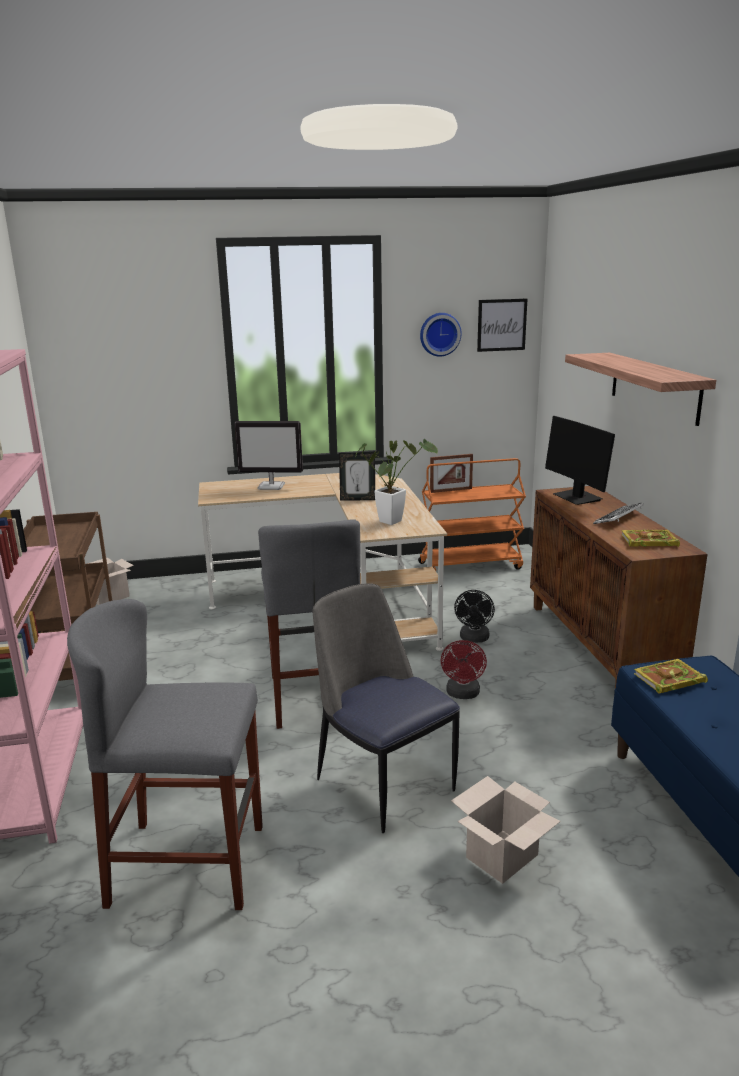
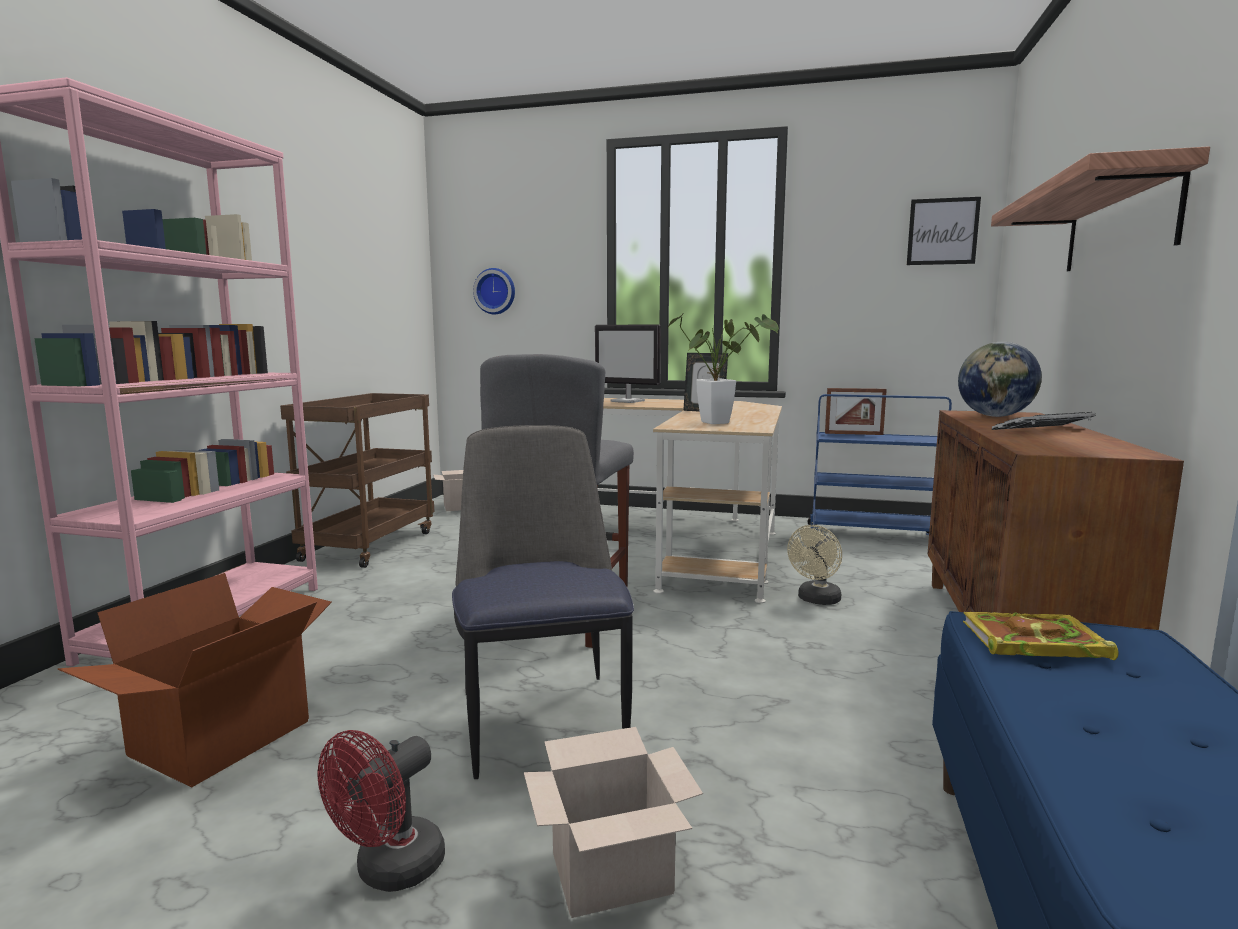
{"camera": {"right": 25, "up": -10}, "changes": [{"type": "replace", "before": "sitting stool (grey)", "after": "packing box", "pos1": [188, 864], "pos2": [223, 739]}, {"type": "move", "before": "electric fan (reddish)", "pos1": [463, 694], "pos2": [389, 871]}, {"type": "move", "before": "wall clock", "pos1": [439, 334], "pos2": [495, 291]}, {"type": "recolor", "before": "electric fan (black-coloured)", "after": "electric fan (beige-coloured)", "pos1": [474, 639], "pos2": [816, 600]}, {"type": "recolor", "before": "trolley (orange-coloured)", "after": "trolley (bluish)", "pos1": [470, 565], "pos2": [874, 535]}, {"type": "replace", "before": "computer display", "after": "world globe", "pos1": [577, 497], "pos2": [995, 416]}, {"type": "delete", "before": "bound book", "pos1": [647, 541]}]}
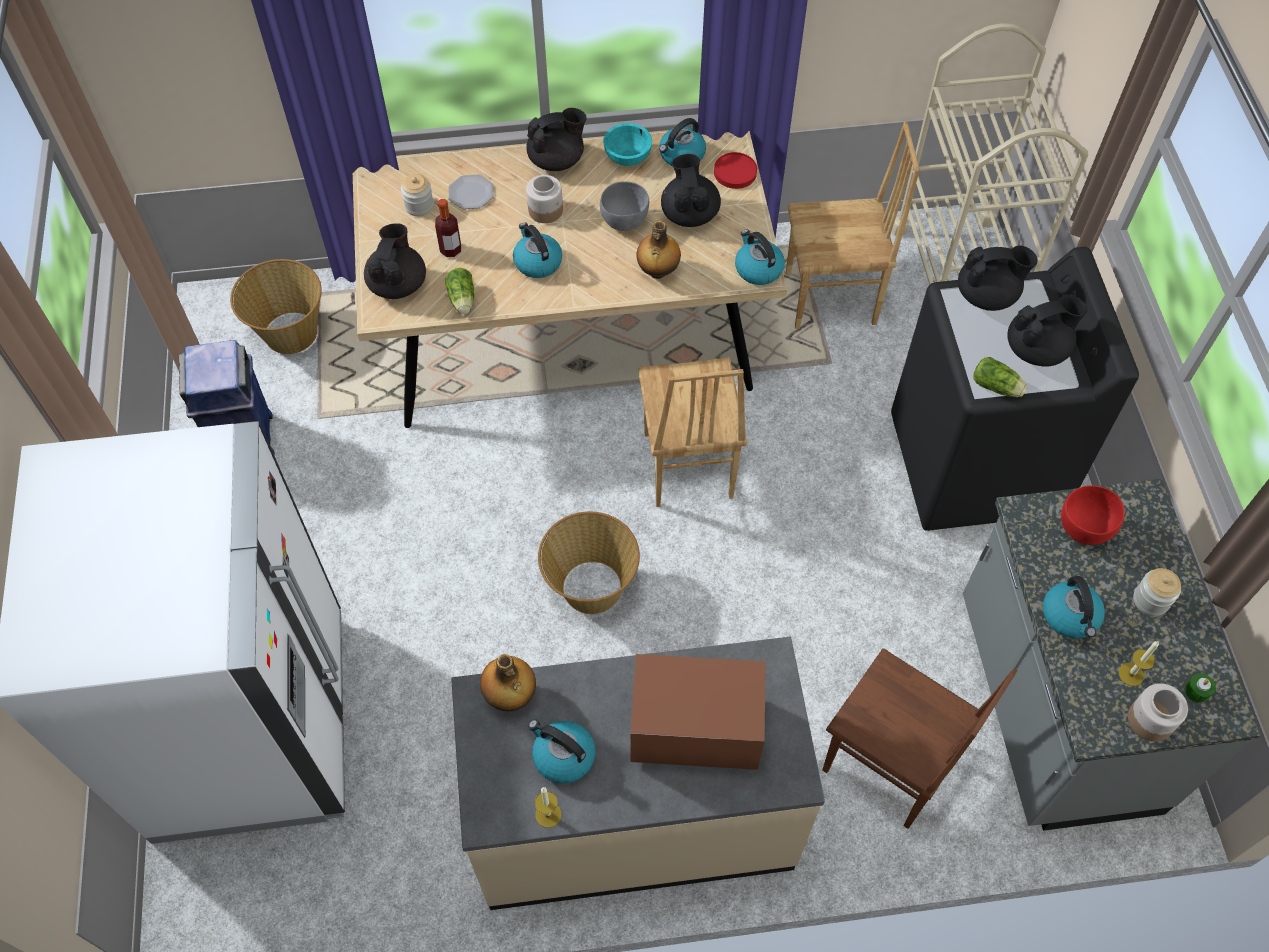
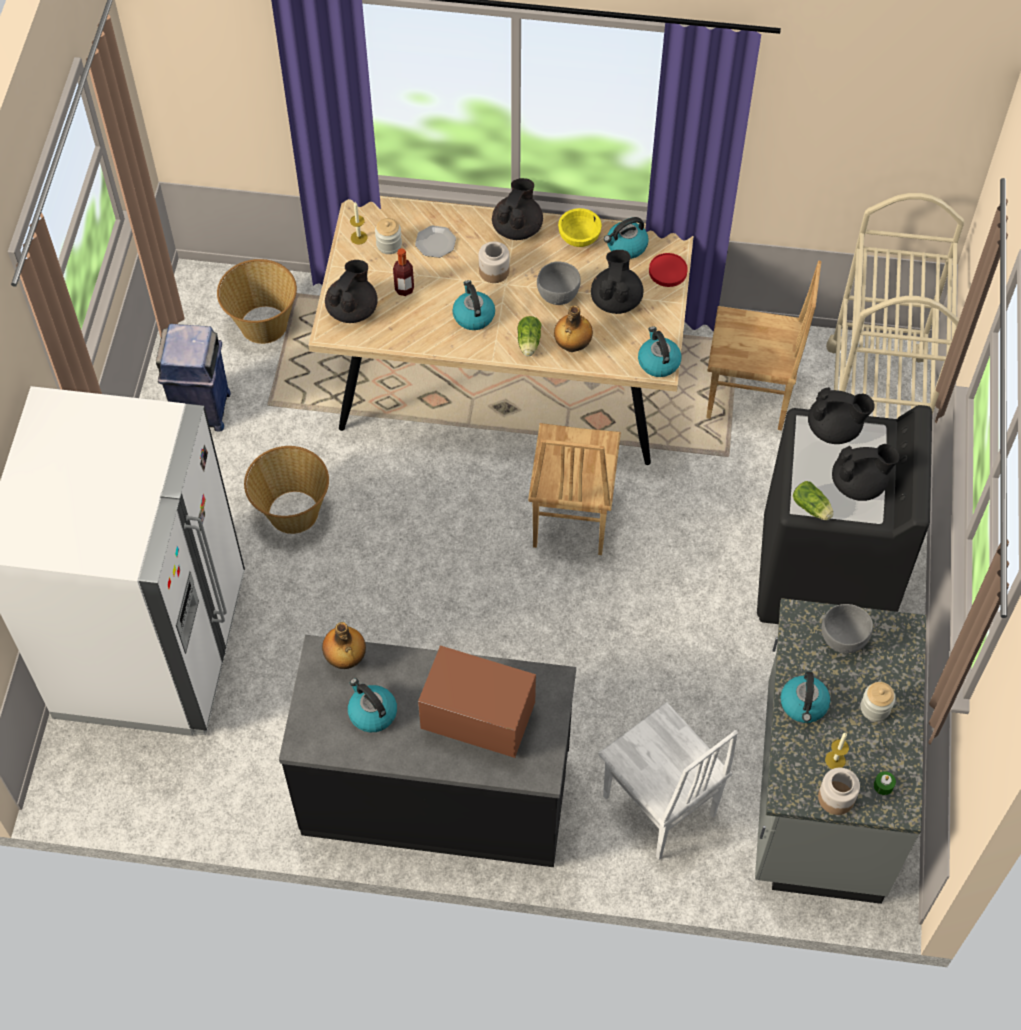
{"camera": {"right": 15, "up": 0}, "changes": [{"type": "move", "before": "storage basket", "pos1": [590, 587], "pos2": [292, 512]}, {"type": "recolor", "before": "kitchen base unit (beige-coloured)", "after": "kitchen base unit (black-coloured)", "pos1": [633, 816], "pos2": [436, 793]}, {"type": "move", "before": "candle", "pos1": [548, 814], "pos2": [359, 237]}, {"type": "rotate", "before": "teapot (black-coloured)", "pos1": [557, 160], "pos2": [517, 228], "turn": -60}, {"type": "move", "before": "lettuce head", "pos1": [462, 300], "pos2": [528, 343]}, {"type": "recolor", "before": "serving bowl (turquoise)", "after": "serving bowl (yellow)", "pos1": [627, 157], "pos2": [579, 237]}, {"type": "recolor", "before": "plain chair (brown-coloured)", "after": "plain chair (whitish)", "pos1": [887, 767], "pos2": [658, 807]}, {"type": "recolor", "before": "serving bowl (reddish)", "after": "serving bowl (grey)", "pos1": [1084, 529], "pos2": [843, 639]}]}
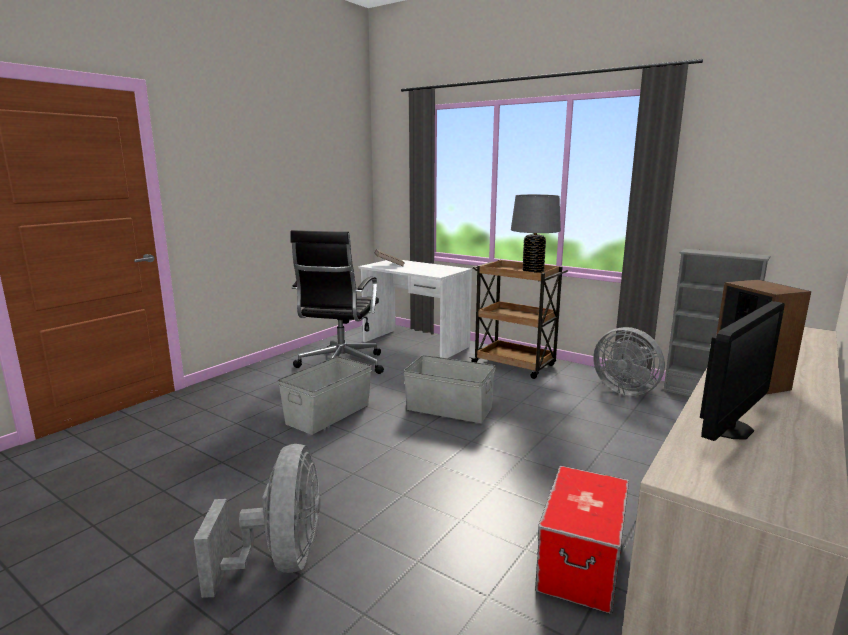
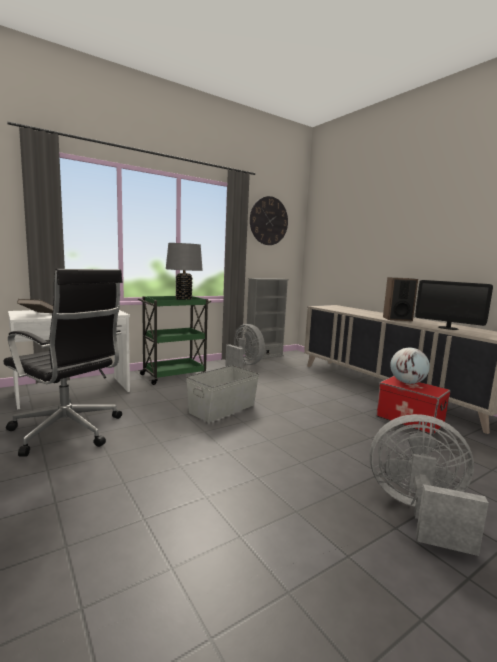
{"camera": {"right": -70, "up": -5}, "changes": [{"type": "recolor", "before": "trolley (brown-coloured)", "after": "trolley (green)", "pos1": [515, 365], "pos2": [174, 375]}, {"type": "rotate", "before": "electric fan (grey)", "pos1": [625, 390], "pos2": [244, 365], "turn": -105}, {"type": "insert", "after": "wall clock", "pos2": [269, 221]}, {"type": "insert", "after": "world globe", "pos2": [407, 382]}, {"type": "rotate", "before": "computer display", "pos1": [729, 428], "pos2": [448, 328], "turn": 150}, {"type": "delete", "before": "storage container (grey)", "pos1": [329, 414]}]}
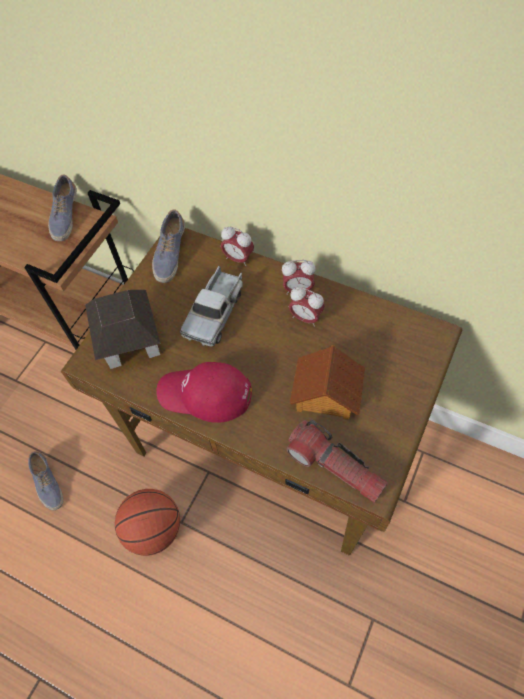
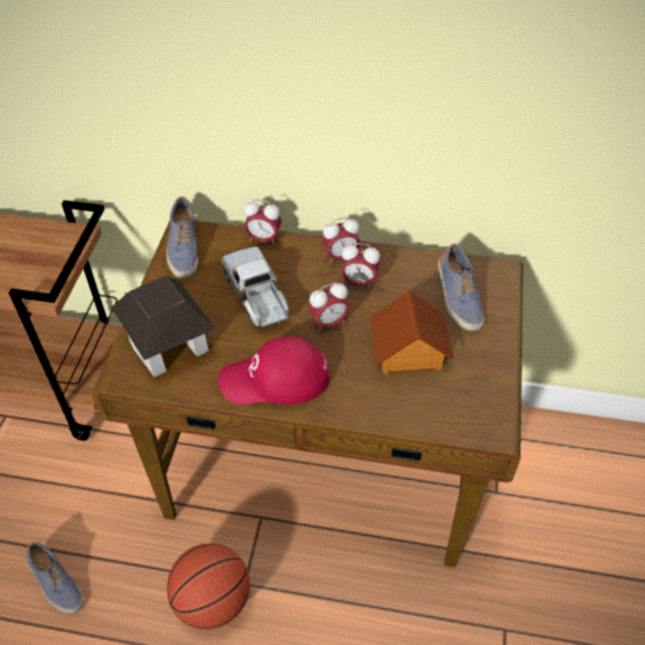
{"camera": {"right": -20, "up": -10}, "changes": [{"type": "rotate", "before": "toy truck", "pos1": [215, 312], "pos2": [257, 296], "turn": 150}, {"type": "insert", "after": "table clock", "pos2": [328, 323]}, {"type": "move", "before": "item of footwear", "pos1": [65, 216], "pos2": [457, 298]}, {"type": "delete", "before": "hand torch", "pos1": [335, 467]}]}
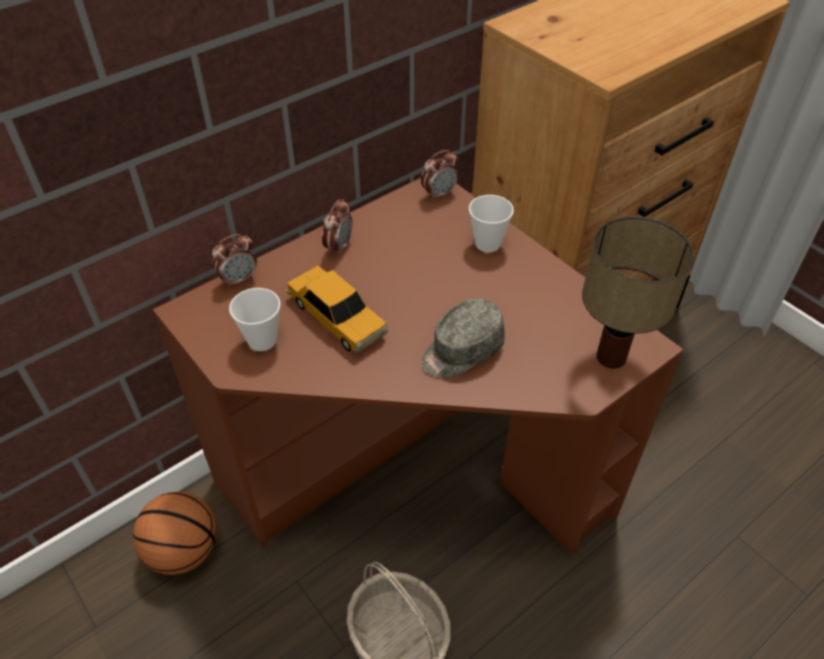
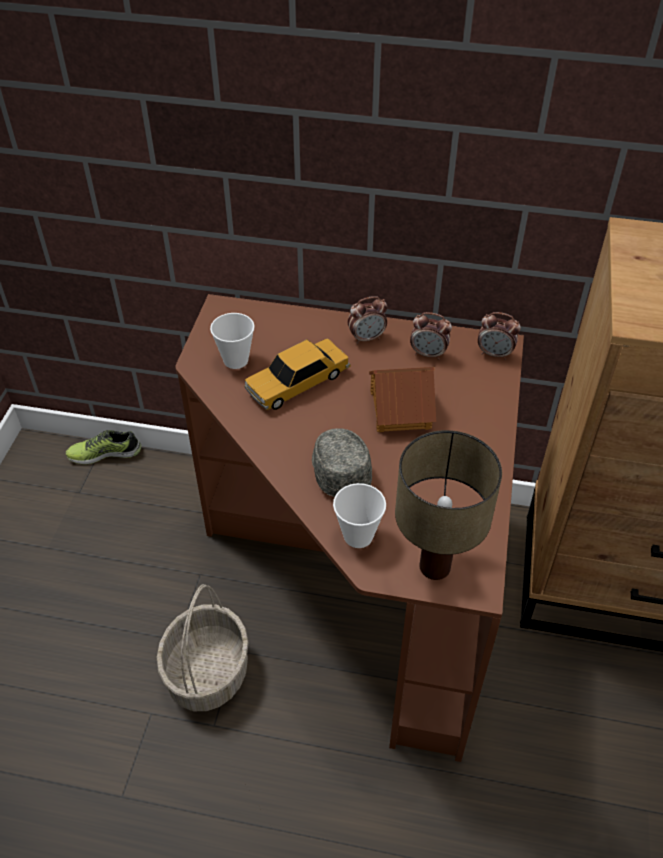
{"camera": {"right": 50, "up": 0}, "changes": [{"type": "insert", "after": "item of footwear", "pos2": [105, 453]}, {"type": "rotate", "before": "toy car", "pos1": [337, 317], "pos2": [297, 382], "turn": 45}, {"type": "rotate", "before": "baseball cap (grey)", "pos1": [461, 351], "pos2": [339, 469], "turn": 60}, {"type": "move", "before": "cup", "pos1": [487, 244], "pos2": [358, 536]}, {"type": "insert", "after": "toy house", "pos2": [399, 409]}, {"type": "move", "before": "table clock", "pos1": [239, 279], "pos2": [428, 354]}, {"type": "delete", "before": "basketball ball", "pos1": [184, 551]}]}
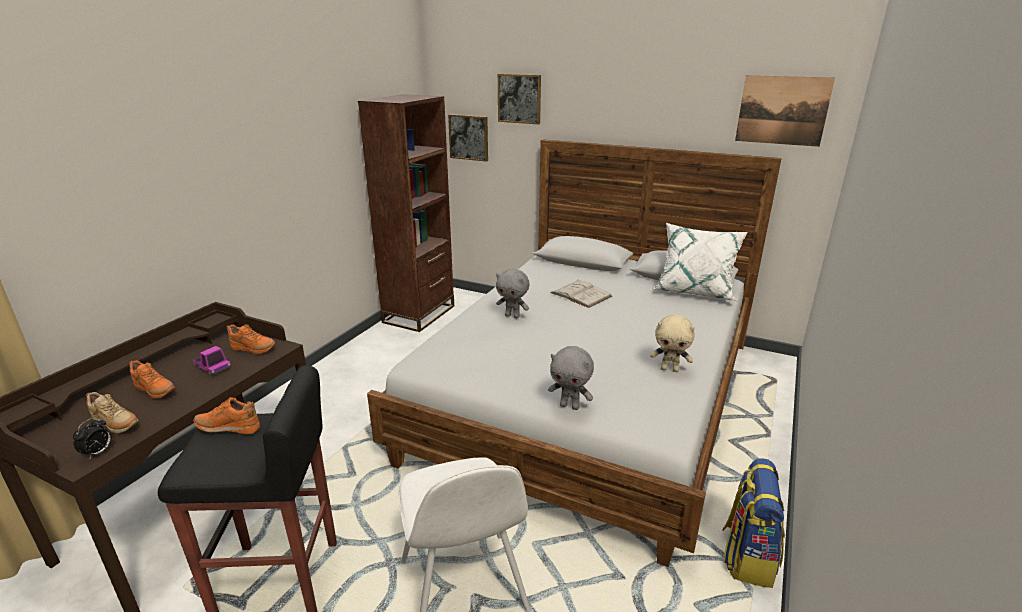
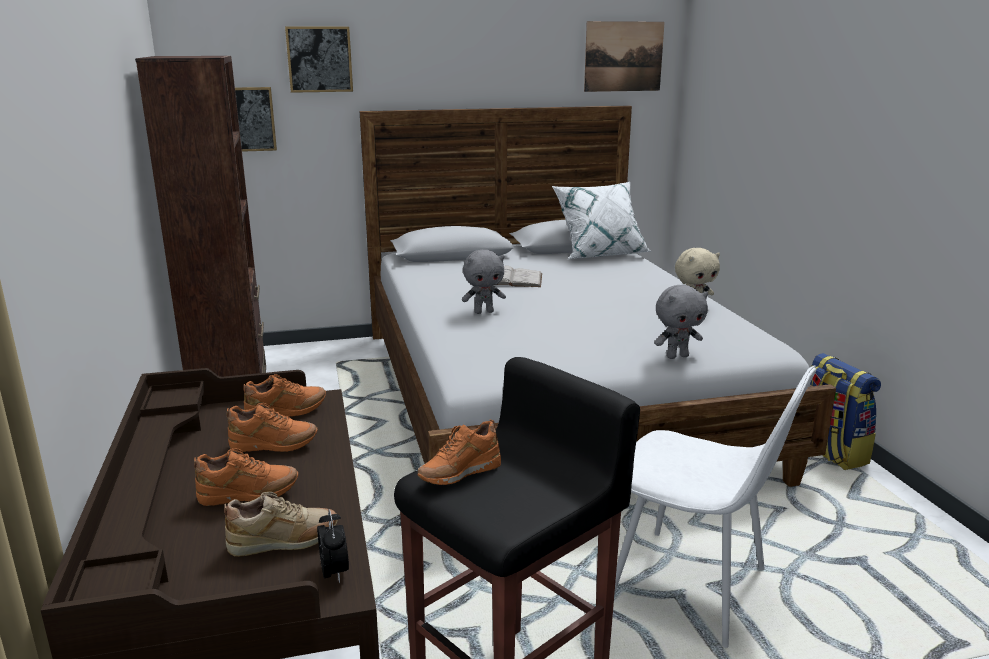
{"camera": {"right": -40, "up": -5}, "changes": [{"type": "replace", "before": "toy truck", "after": "item of footwear (orange-coloured)", "pos1": [213, 368], "pos2": [274, 447]}]}
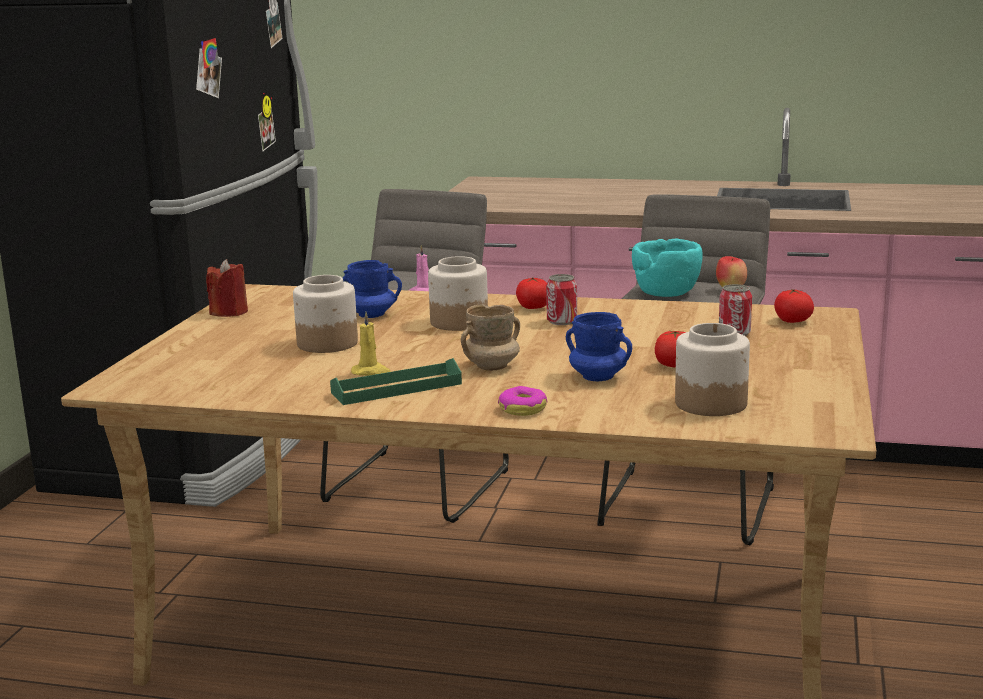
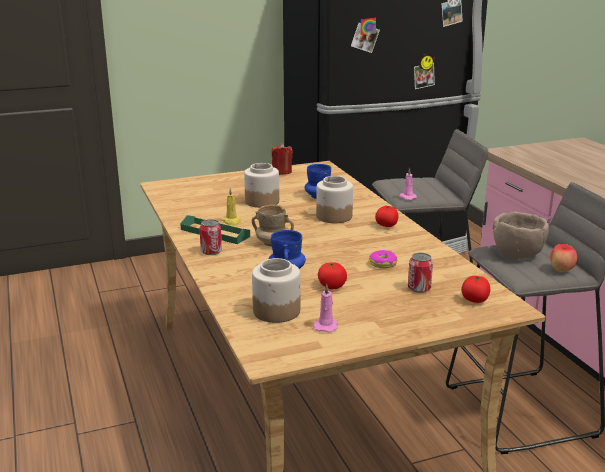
{"camera": {"right": 55, "up": 5}, "changes": [{"type": "move", "before": "sealed can", "pos1": [562, 321], "pos2": [211, 251]}, {"type": "insert", "after": "candle (pink)", "pos2": [326, 326]}, {"type": "move", "before": "doughnut", "pos1": [523, 409], "pos2": [383, 263]}, {"type": "recolor", "before": "serving bowl (turquoise)", "after": "serving bowl (brown-coloured)", "pos1": [667, 292], "pos2": [518, 253]}]}
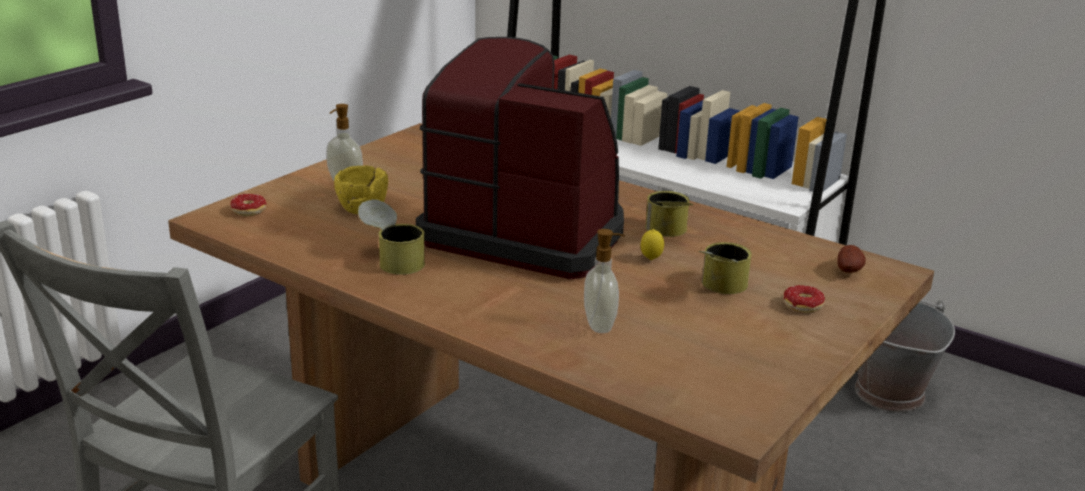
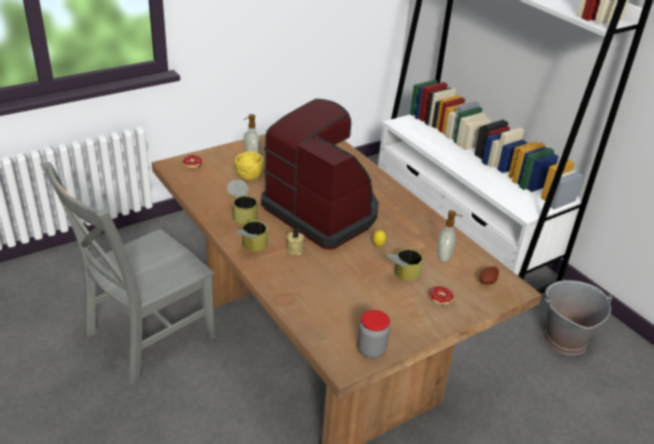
{"camera": {"right": 20, "up": 10}, "changes": [{"type": "move", "before": "sealed can", "pos1": [667, 233], "pos2": [251, 248]}, {"type": "insert", "after": "candle (beige-coloured)", "pos2": [296, 249]}, {"type": "insert", "after": "jar", "pos2": [371, 350]}, {"type": "move", "before": "liquid soap bottle", "pos1": [601, 325], "pos2": [444, 256]}]}
